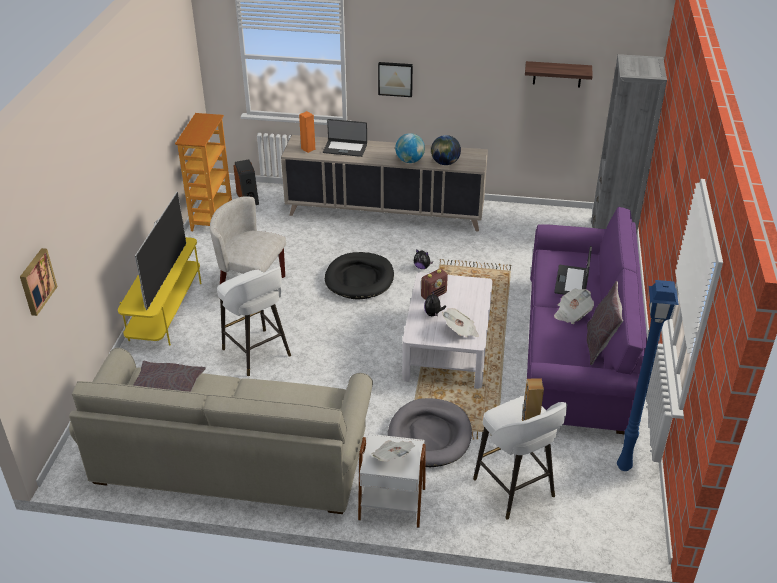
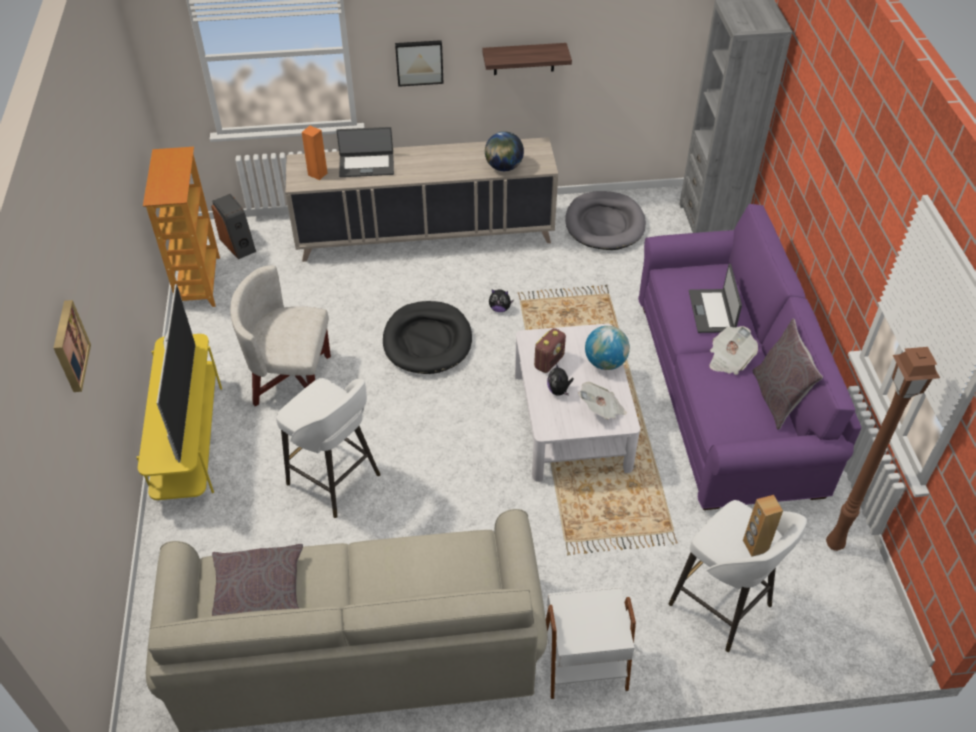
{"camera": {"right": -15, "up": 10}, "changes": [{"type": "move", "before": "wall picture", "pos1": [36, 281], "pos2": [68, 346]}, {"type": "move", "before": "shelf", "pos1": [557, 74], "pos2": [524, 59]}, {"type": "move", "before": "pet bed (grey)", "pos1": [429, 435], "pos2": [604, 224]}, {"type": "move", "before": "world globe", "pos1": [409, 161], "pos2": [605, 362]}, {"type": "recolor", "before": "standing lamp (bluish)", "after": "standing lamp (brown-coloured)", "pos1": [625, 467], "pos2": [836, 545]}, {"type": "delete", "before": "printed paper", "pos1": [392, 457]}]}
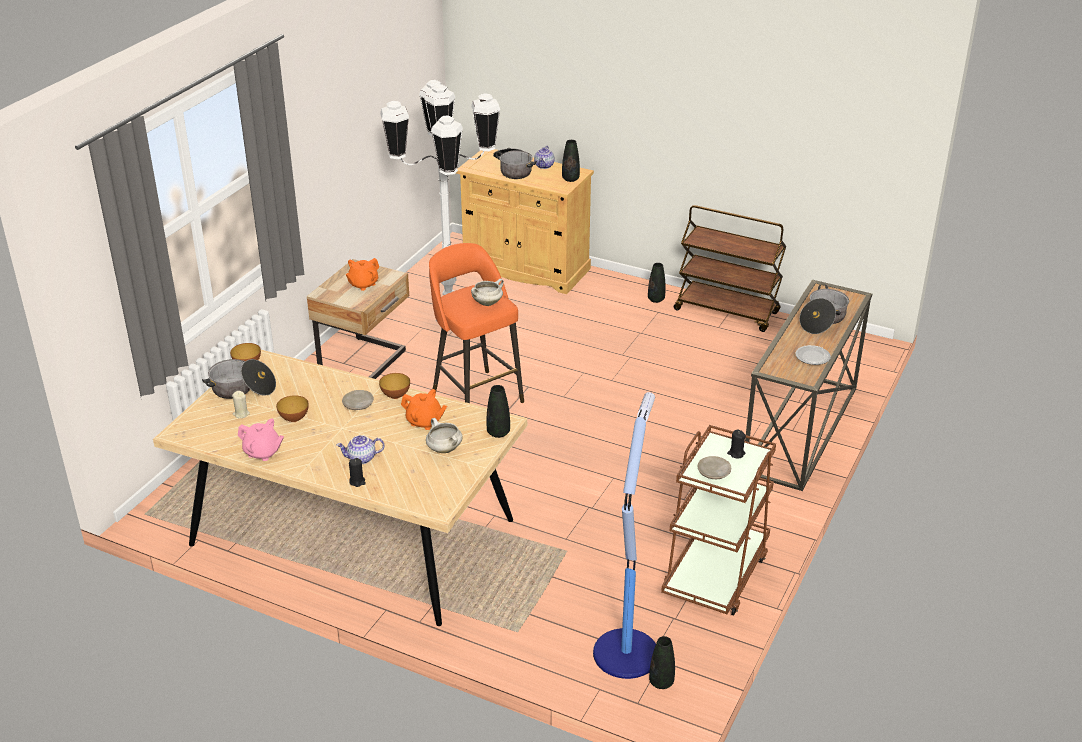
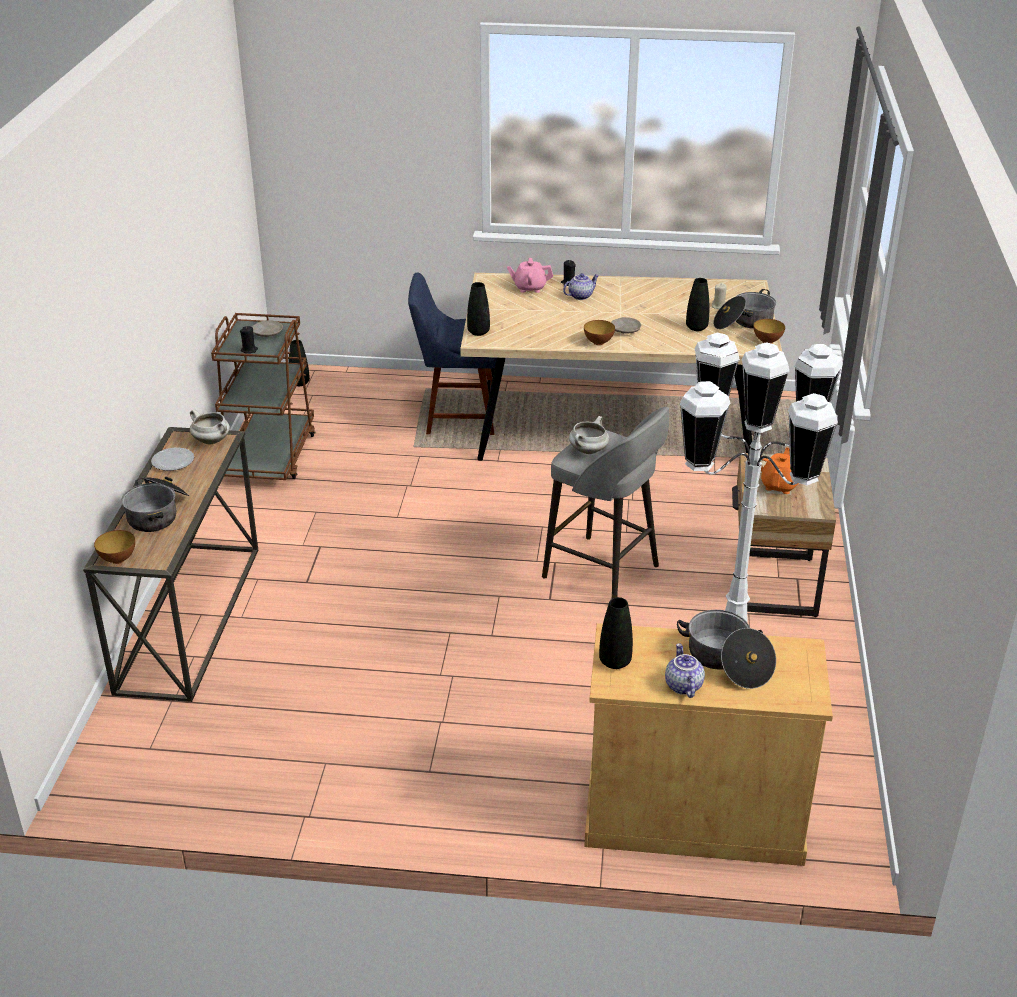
{"camera": {"right": 160, "up": 0}, "changes": [{"type": "move", "before": "serving bowl", "pos1": [294, 419], "pos2": [118, 559]}, {"type": "move", "before": "cooking pot (whitish)", "pos1": [443, 449], "pos2": [212, 441]}, {"type": "insert", "after": "plain chair (bluish)", "pos2": [456, 416]}, {"type": "move", "before": "teapot (pink)", "pos1": [262, 452], "pos2": [529, 288]}, {"type": "recolor", "before": "sitting stool (orange-coloured)", "after": "sitting stool (grey)", "pos1": [476, 395], "pos2": [603, 573]}, {"type": "move", "before": "vase (black-coloured)", "pos1": [656, 299], "pos2": [696, 327]}, {"type": "delete", "before": "teapot (orange-coloured)", "pos1": [424, 422]}, {"type": "delete", "before": "standing lamp", "pos1": [626, 651]}, {"type": "delete", "before": "trolley (brown-coloured)", "pos1": [727, 311]}]}
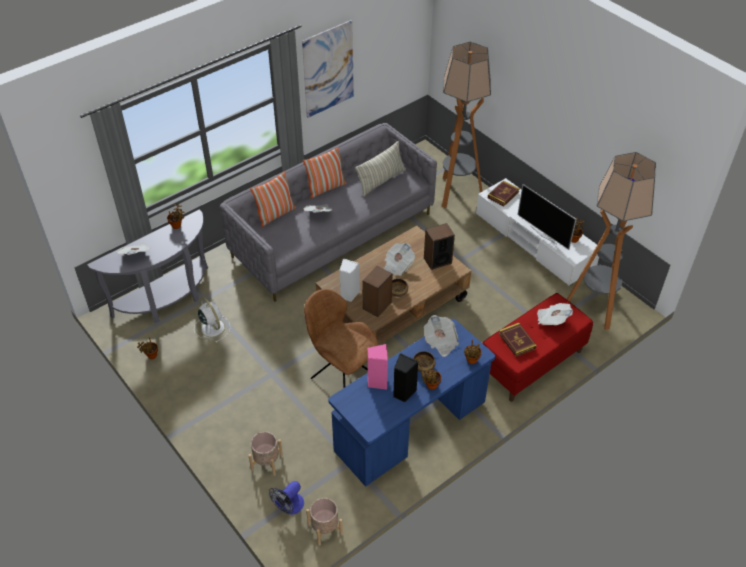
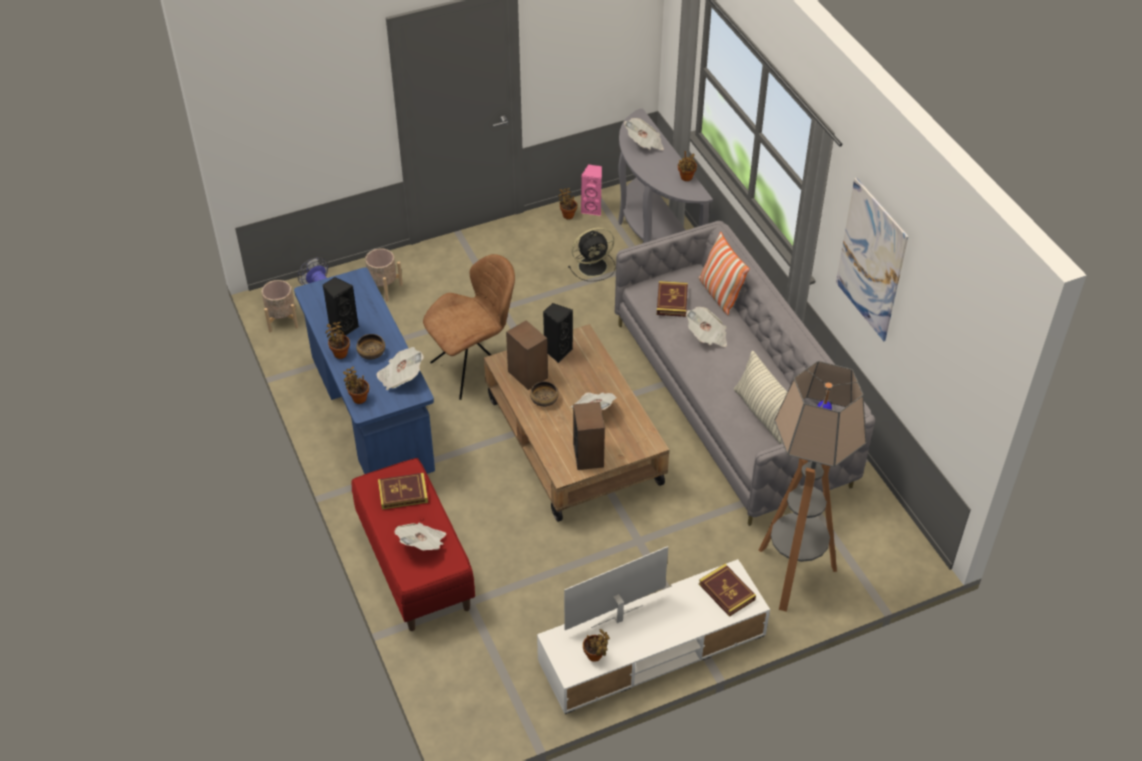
{"camera": {"right": 105, "up": 0}, "changes": [{"type": "recolor", "before": "audio speaker (whitish)", "after": "audio speaker (black-coloured)", "pos1": [348, 294], "pos2": [557, 351]}, {"type": "recolor", "before": "electric fan (whitish)", "after": "electric fan (black-coloured)", "pos1": [212, 327], "pos2": [594, 266]}, {"type": "move", "before": "audio speaker (pink)", "pos1": [377, 381], "pos2": [592, 208]}, {"type": "insert", "after": "bound book", "pos2": [672, 301]}, {"type": "delete", "before": "cushion", "pos1": [326, 188]}, {"type": "delete", "before": "standing lamp", "pos1": [594, 308]}]}
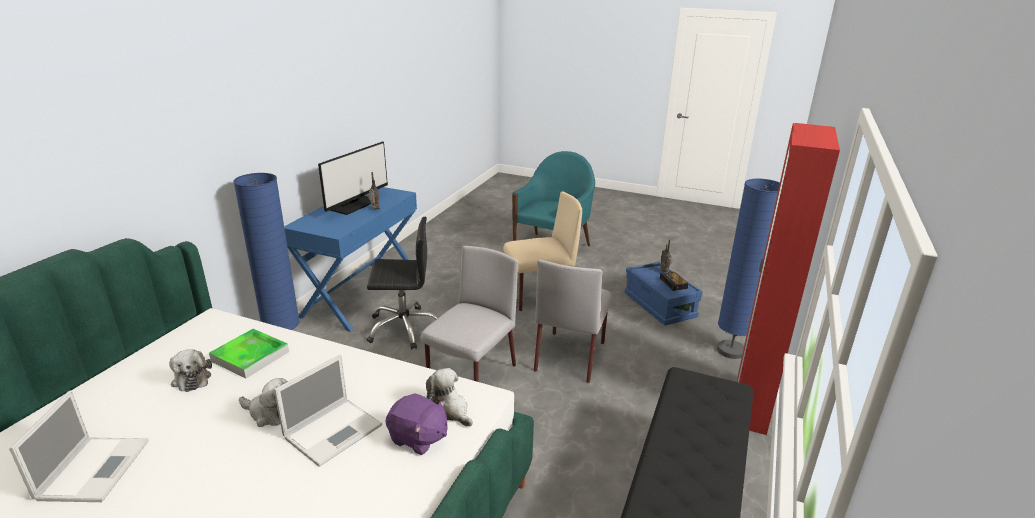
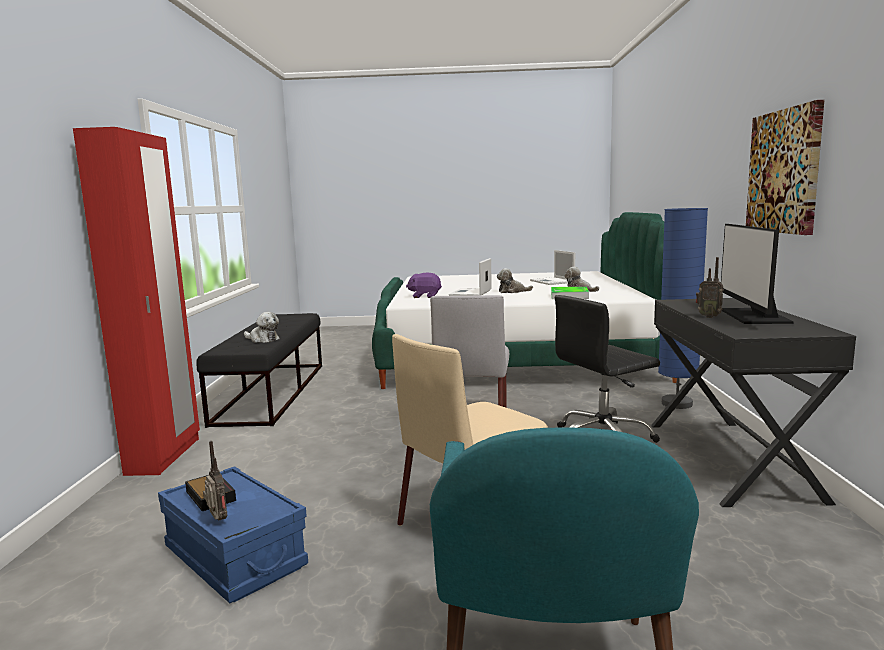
{"camera": {"right": 160, "up": -15}, "changes": [{"type": "move", "before": "soft toy", "pos1": [450, 410], "pos2": [262, 339]}, {"type": "recolor", "before": "desk (bluish)", "after": "desk (black-coloured)", "pos1": [362, 294], "pos2": [730, 459]}, {"type": "insert", "after": "wall picture", "pos2": [784, 171]}, {"type": "delete", "before": "plain chair (grey)", "pos1": [570, 355]}, {"type": "delete", "before": "standing lamp (bluish)", "pos1": [731, 351]}]}
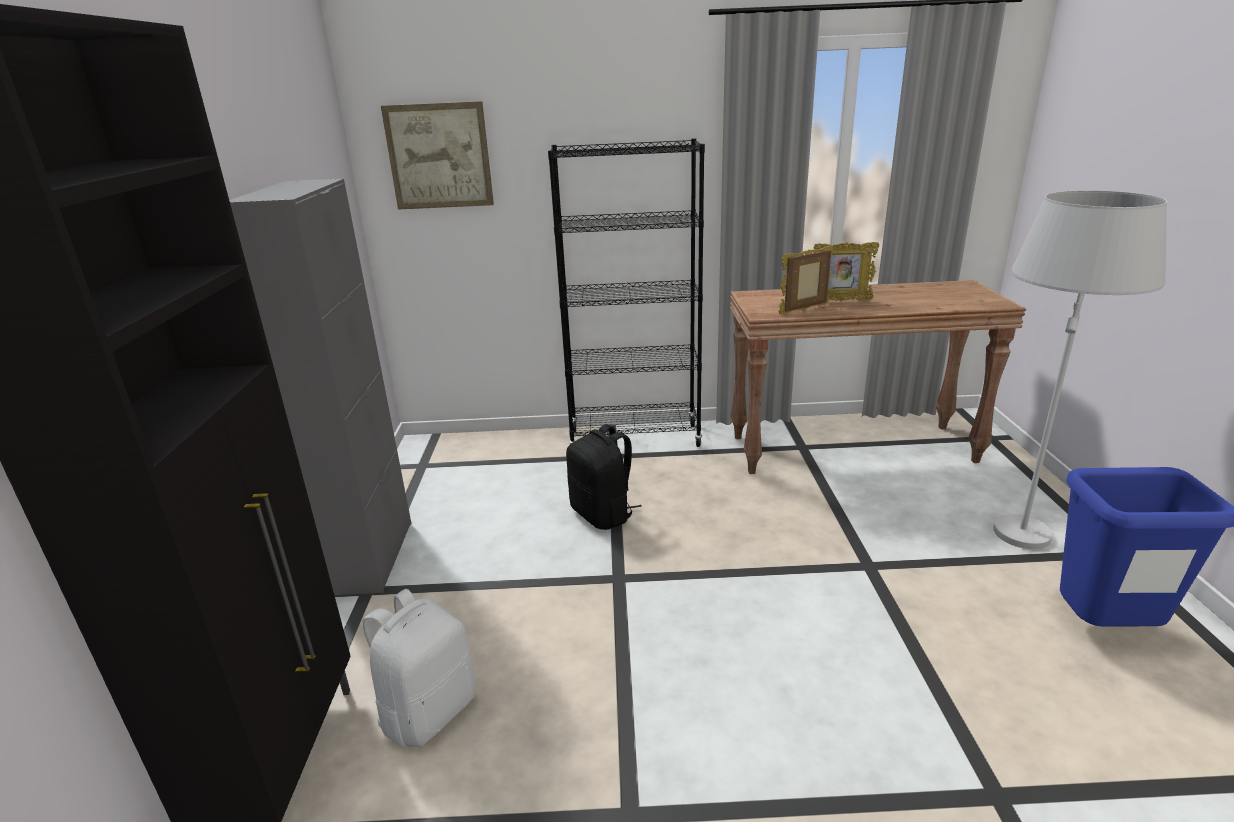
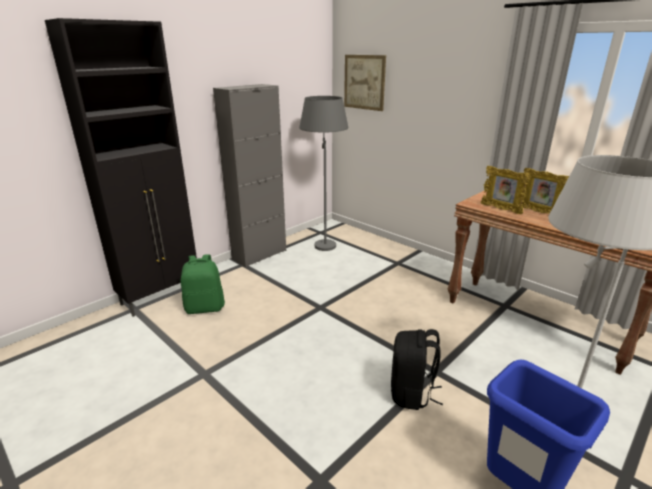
{"camera": {"right": 45, "up": 0}, "changes": [{"type": "recolor", "before": "backpack (whitish)", "after": "backpack (green)", "pos1": [428, 711], "pos2": [205, 307]}, {"type": "insert", "after": "standing lamp (grey)", "pos2": [324, 241]}, {"type": "move", "before": "backpack (black-coloured)", "pos1": [603, 514], "pos2": [412, 393]}, {"type": "rotate", "before": "photo frame", "pos1": [804, 310], "pos2": [501, 209], "turn": -150}, {"type": "delete", "before": "shelving unit (black-coloured)", "pos1": [634, 438]}]}
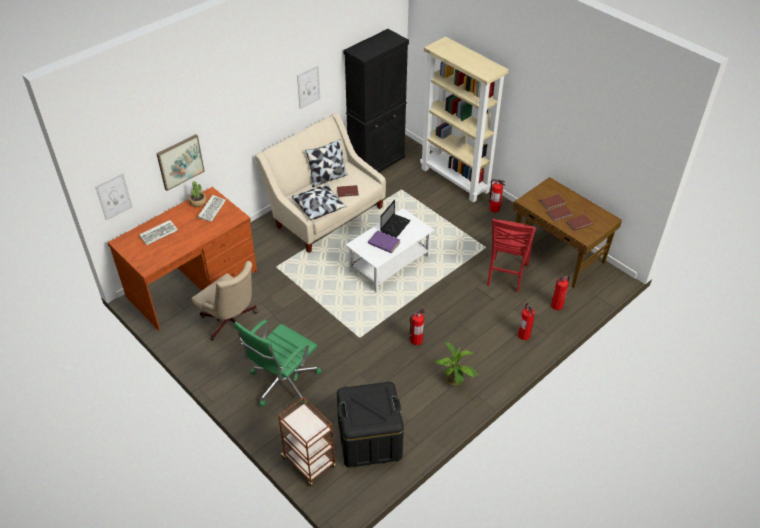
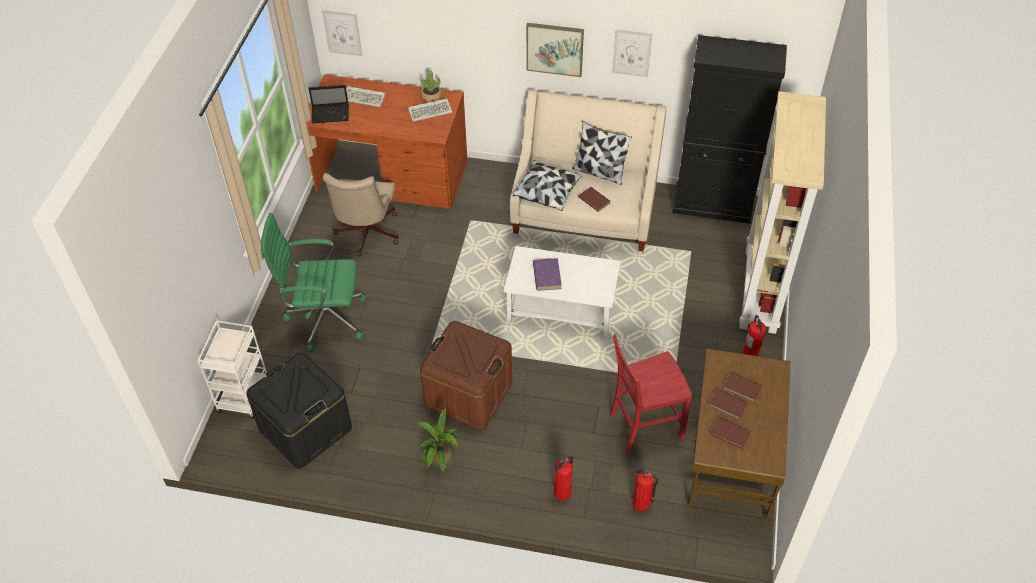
{"camera": {"right": 55, "up": 5}, "changes": [{"type": "recolor", "before": "trolley (brown-coloured)", "after": "trolley (whitish)", "pos1": [309, 462], "pos2": [244, 396]}, {"type": "move", "before": "notebook computer", "pos1": [395, 225], "pos2": [331, 114]}, {"type": "replace", "before": "fire extinguisher", "after": "storage container (brown-coloured)", "pos1": [416, 340], "pos2": [468, 394]}, {"type": "move", "before": "wall picture", "pos1": [180, 161], "pos2": [554, 49]}]}
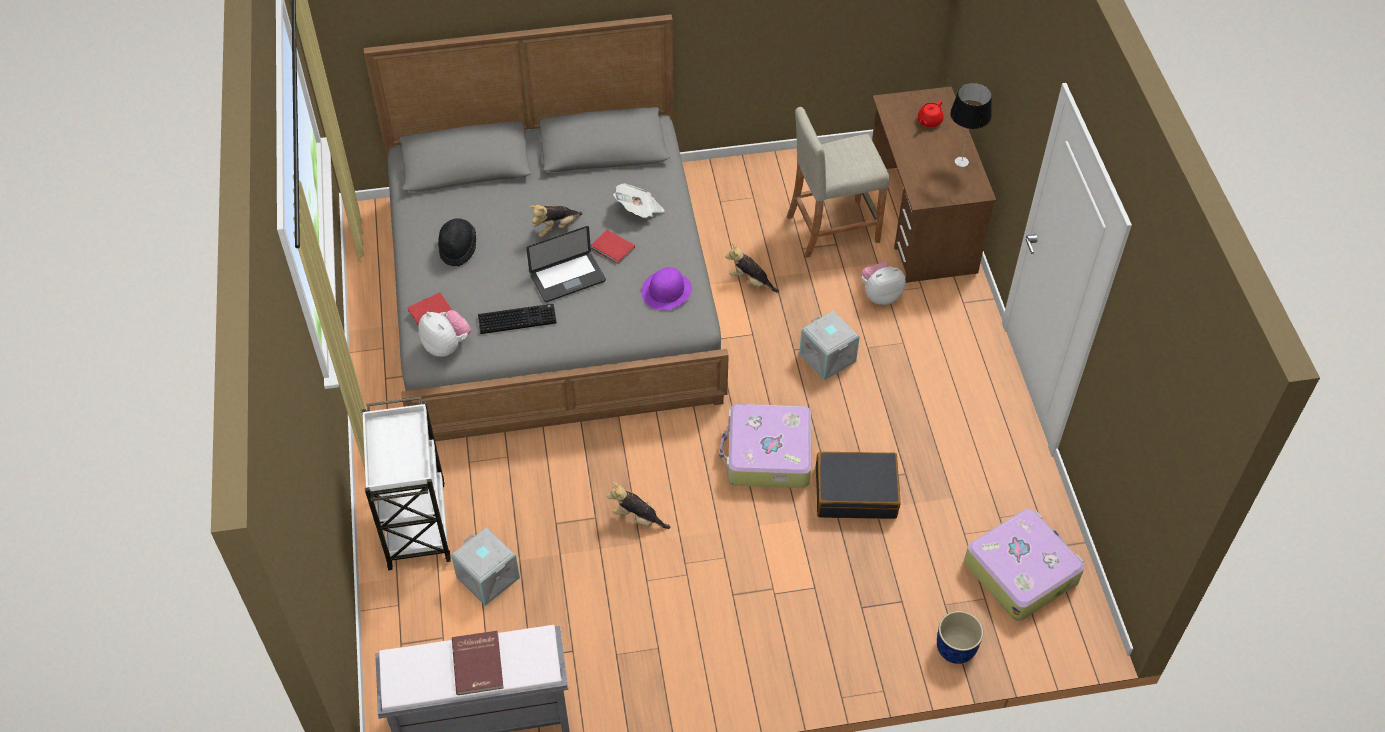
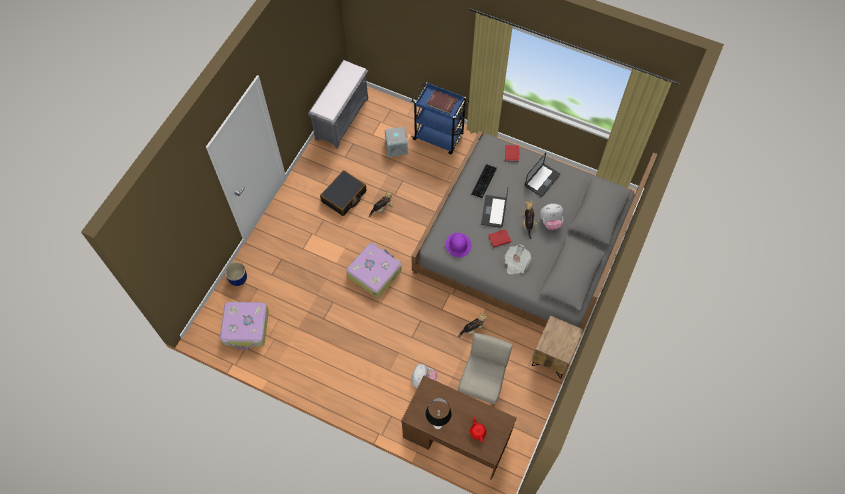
{"camera": {"right": 125, "up": 10}, "changes": [{"type": "move", "before": "piece of luggage (black-coloured)", "pos1": [856, 492], "pos2": [344, 196]}, {"type": "recolor", "before": "trolley (whitish)", "after": "trolley (bluish)", "pos1": [416, 522], "pos2": [439, 137]}, {"type": "move", "before": "bound book (reddish)", "pos1": [479, 664], "pos2": [442, 103]}, {"type": "replace", "before": "clothing hat (black-coloured)", "after": "notebook computer", "pos1": [457, 248], "pos2": [542, 180]}, {"type": "insert", "after": "nightstand (brown-coloured)", "pos2": [553, 356]}, {"type": "move", "before": "soft toy", "pos1": [447, 346], "pos2": [550, 222]}, {"type": "delete", "before": "storage container (grey)", "pos1": [828, 357]}]}
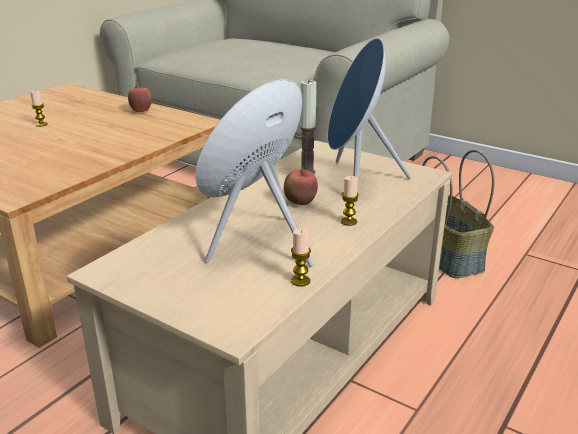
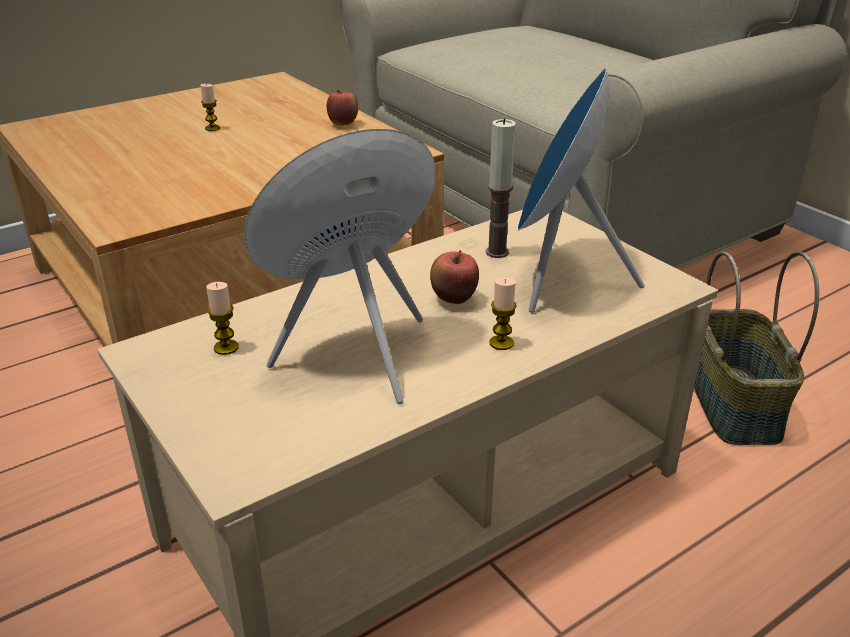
{"camera": {"right": 20, "up": 5}, "changes": [{"type": "move", "before": "candle", "pos1": [300, 281], "pos2": [226, 347]}]}
